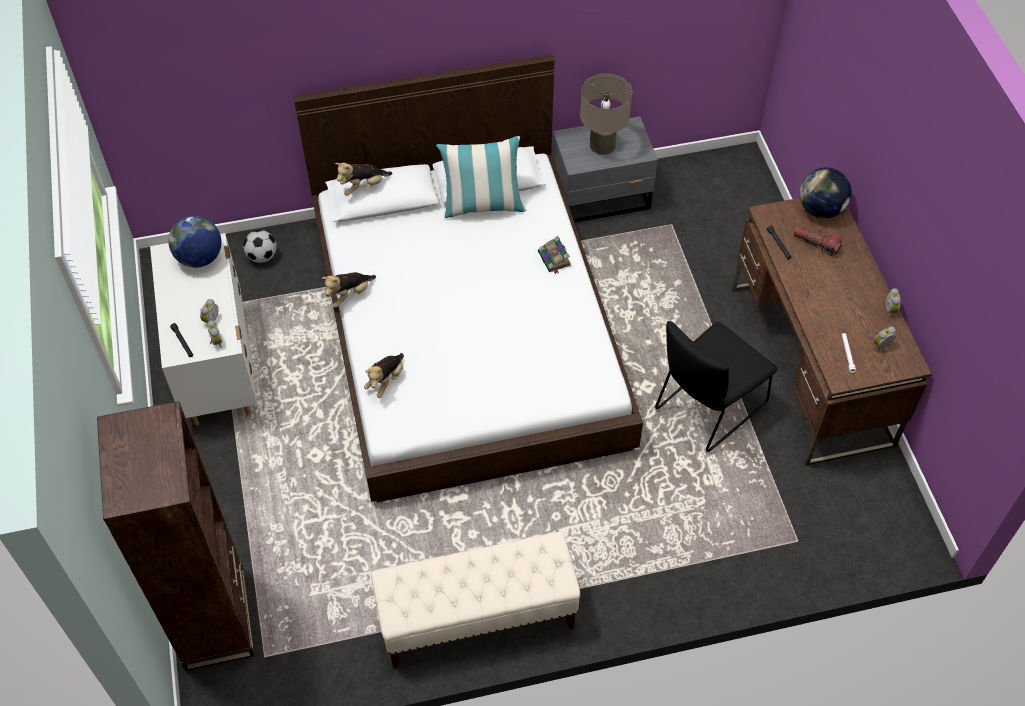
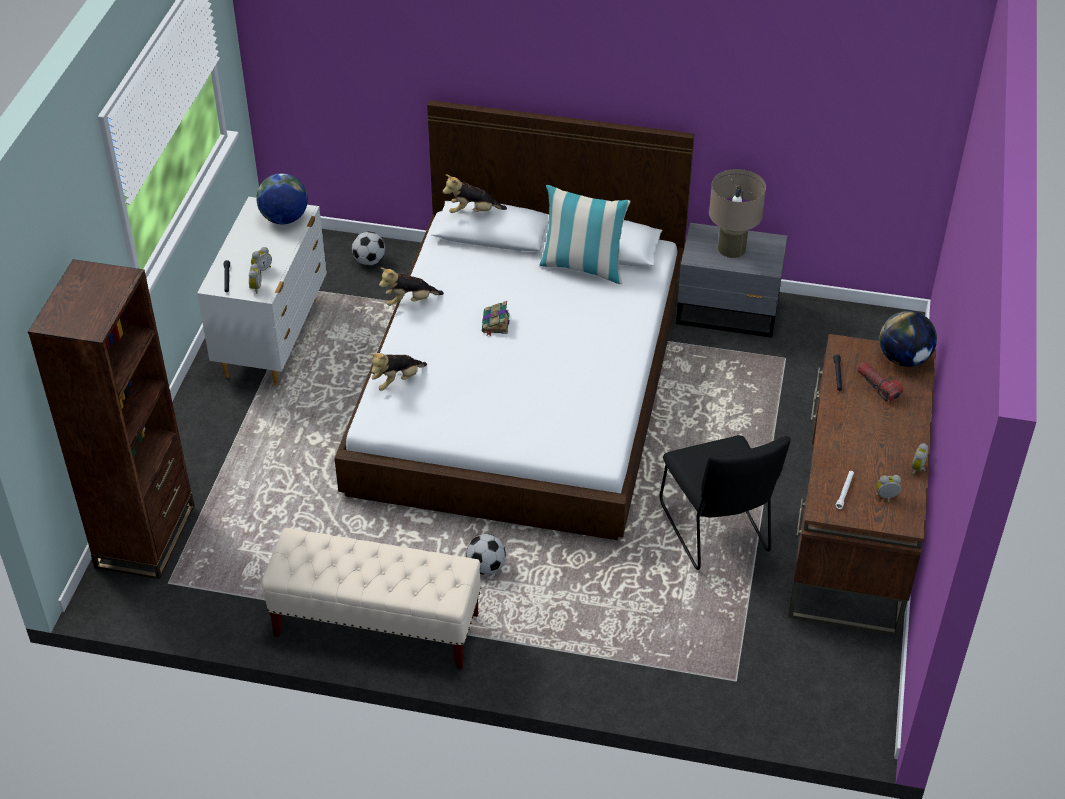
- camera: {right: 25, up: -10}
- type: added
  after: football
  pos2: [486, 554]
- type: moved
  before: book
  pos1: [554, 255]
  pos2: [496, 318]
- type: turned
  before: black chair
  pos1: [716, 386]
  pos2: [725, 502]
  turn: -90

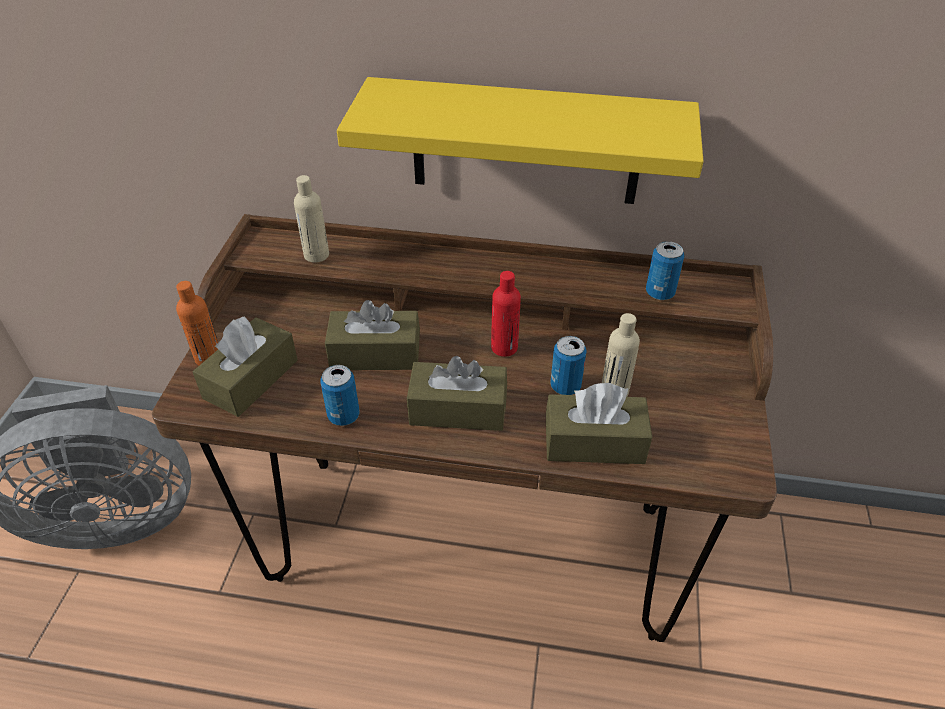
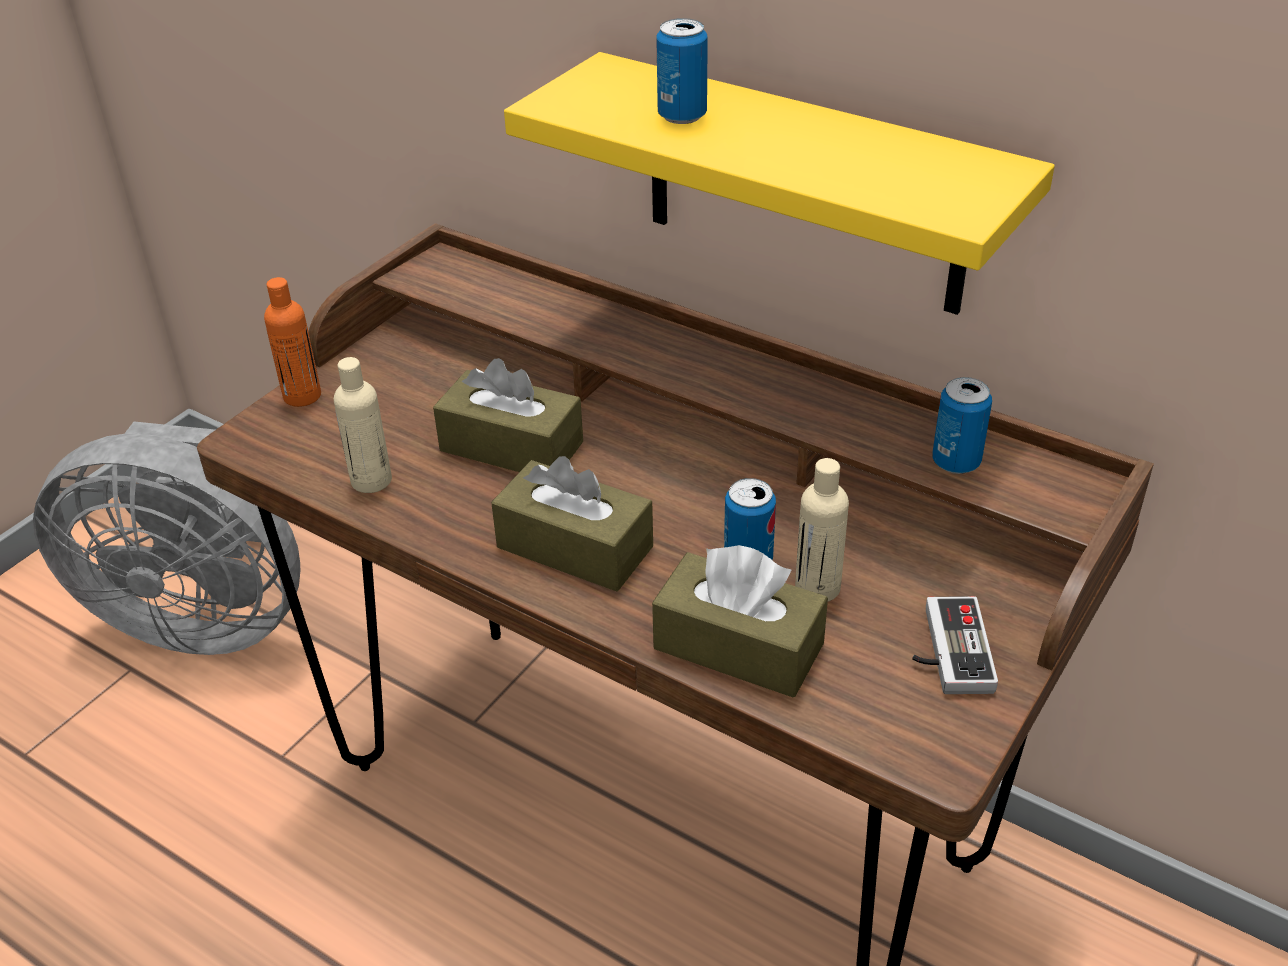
- camera: {right: 25, up: -5}
- type: removed
  before: brown tissue box
  pos1: [245, 366]
- type: removed
  before: red bottle
  pos1: [506, 314]
- type: added
  after: game controller
  pos2: [955, 645]
- type: moved
  before: beige bottle
  pos1: [311, 219]
  pos2: [363, 425]
- type: moved
  before: can
  pos1: [340, 395]
  pos2: [682, 71]

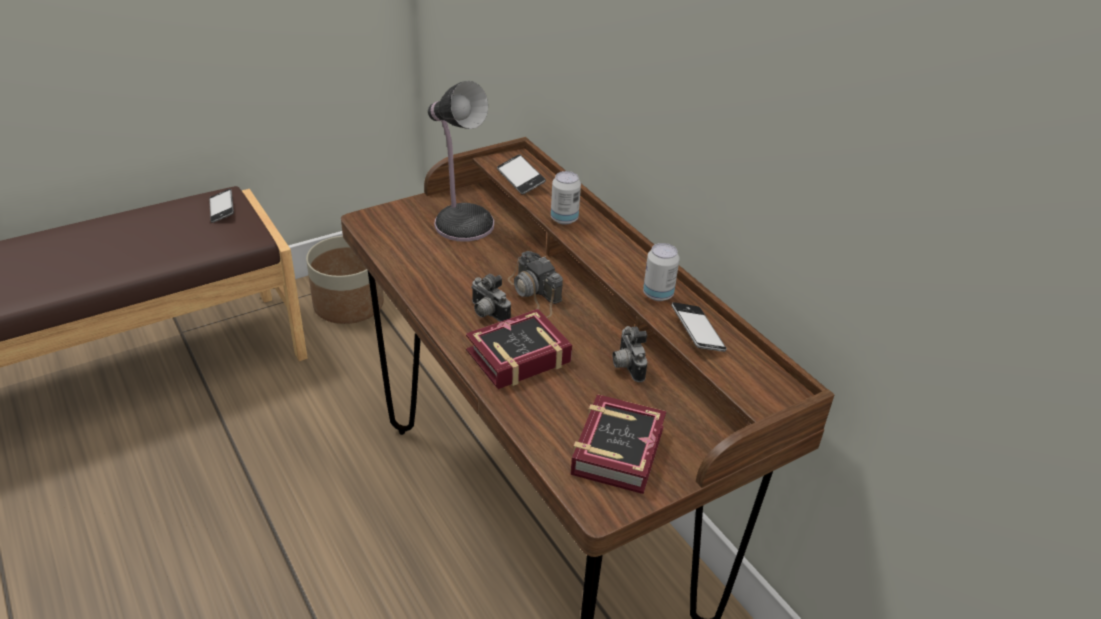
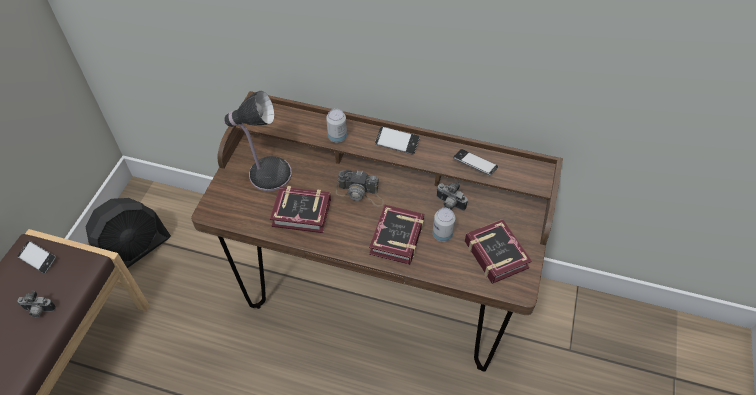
- camera: {right: -40, up: 15}
- type: added
  after: book
  pos2: [300, 209]
- type: moved
  before: photo camera
  pos1: [491, 298]
  pos2: [36, 304]
- type: moved
  before: phone
  pos1: [521, 174]
  pos2: [397, 140]
- type: moved
  before: can
  pos1: [661, 272]
  pos2: [443, 225]
- type: replaced
  before: planter
  after: black fan
  pos1: [345, 280]
  pos2: [128, 233]

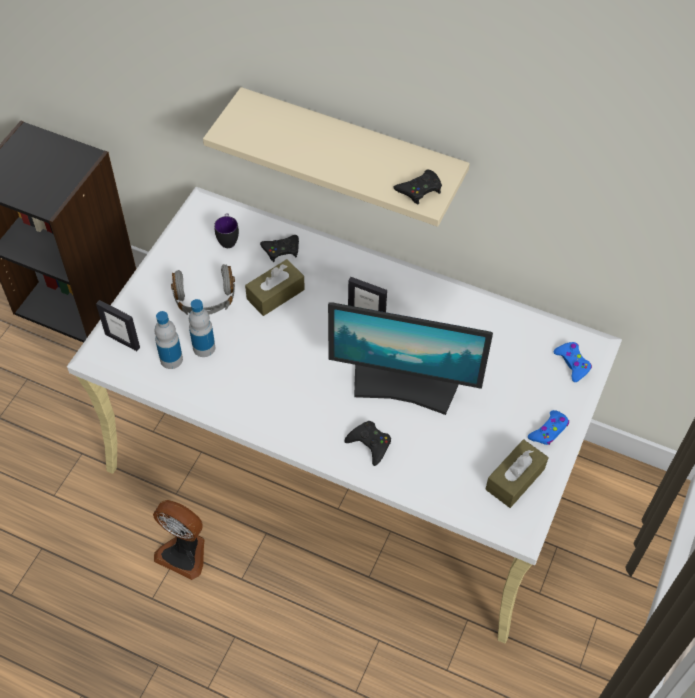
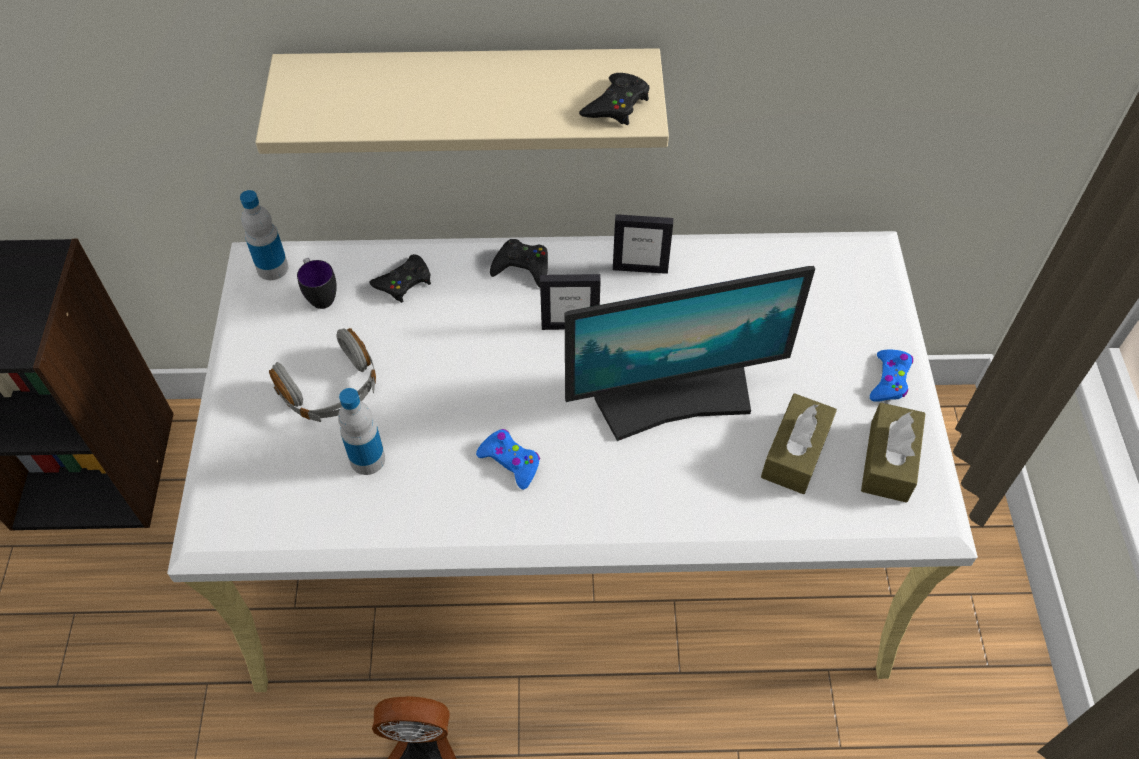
- camera: {right: -25, up: 0}
- type: moved
  before: picture frame
  pos1: [118, 325]
  pos2: [643, 244]
- type: moved
  before: bottle
  pos1: [169, 340]
  pos2: [264, 235]
- type: moved
  before: brown tissue box
  pos1: [275, 287]
  pos2: [799, 443]
- type: moved
  before: black game controller
  pos1: [368, 443]
  pos2: [519, 263]
- type: moved
  before: blue game controller
  pos1: [573, 362]
  pos2: [508, 459]

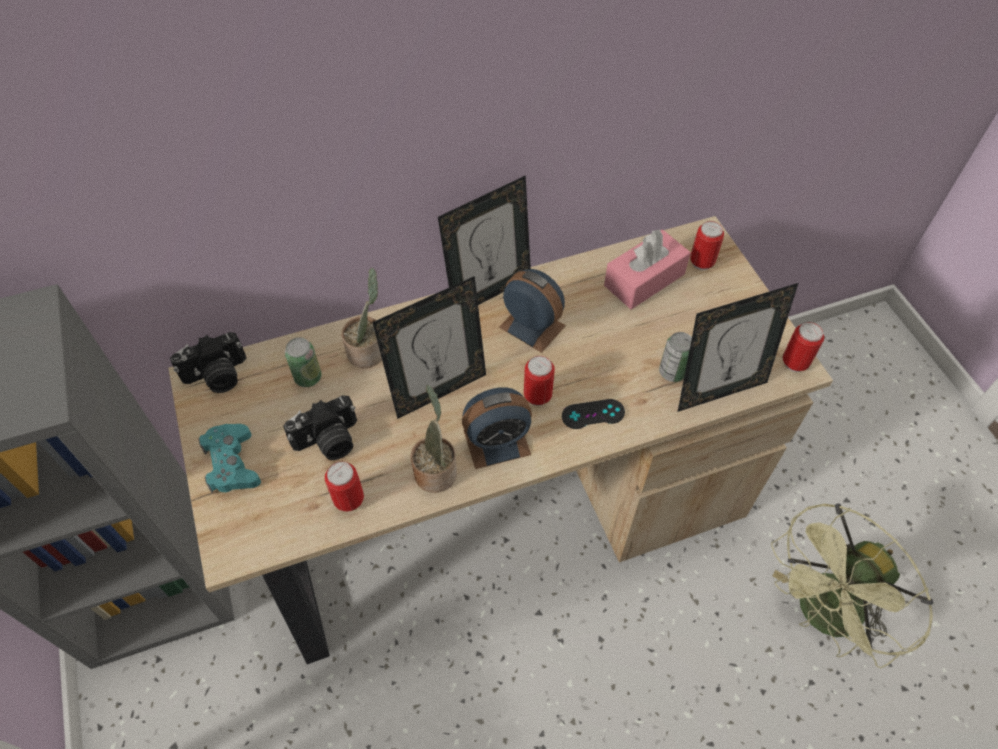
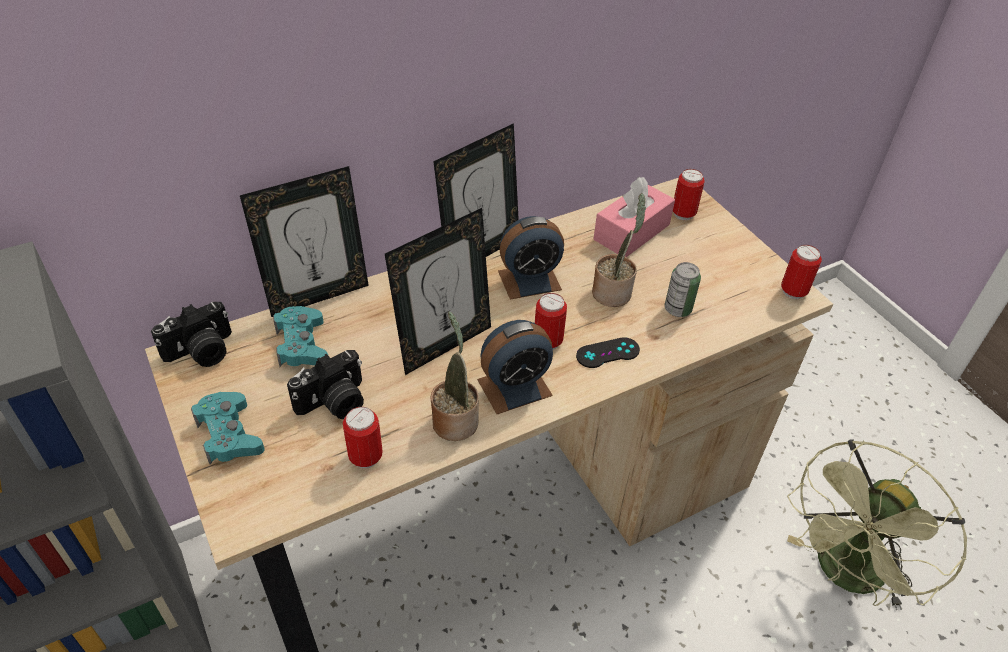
- camera: {right: -10, up: -10}
- type: moved
  before: potted plant
  pos1: [362, 318]
  pos2: [619, 250]
- type: moved
  before: picture frame
  pos1: [738, 347]
  pos2: [304, 241]
- type: replaced
  before: can
  after: turquoise game controller
  pos1: [303, 362]
  pos2: [300, 336]
- type: turned
  before: alarm clock
  pos1: [532, 311]
  pos2: [531, 258]
  turn: 135

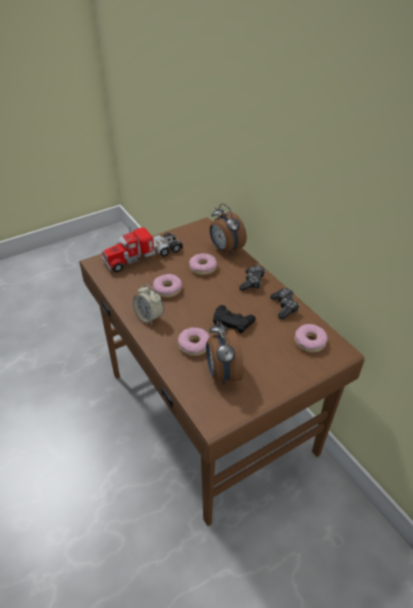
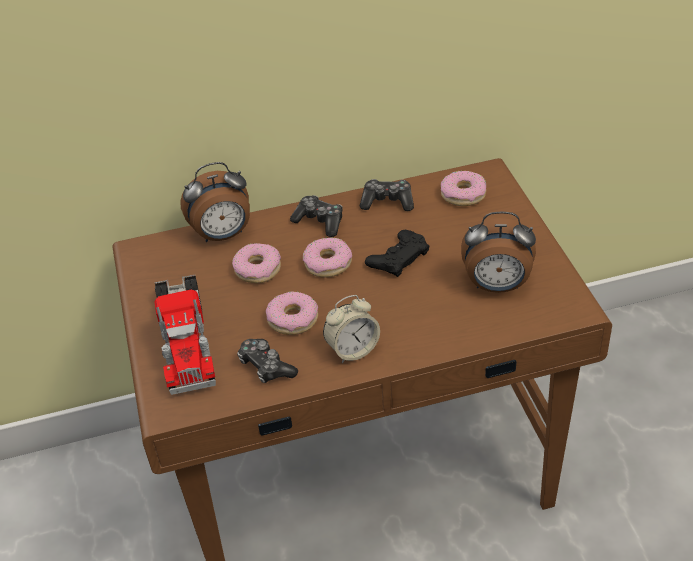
- camera: {right: -70, up: 0}
- type: added
  after: game controller
  pos2: [267, 361]
- type: moved
  before: donut
  pos1: [194, 341]
  pos2: [327, 258]

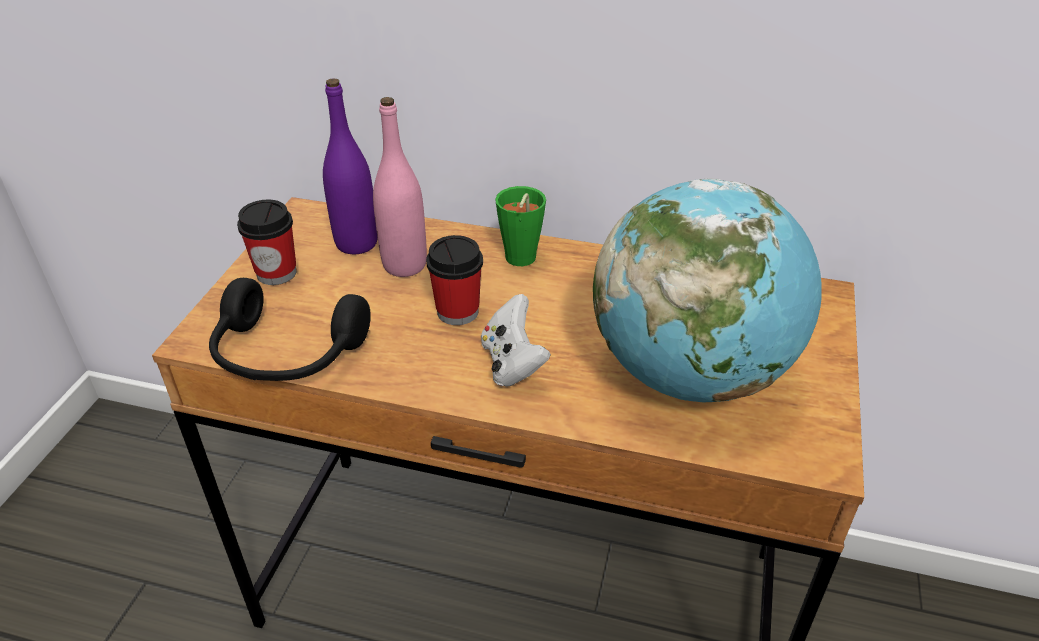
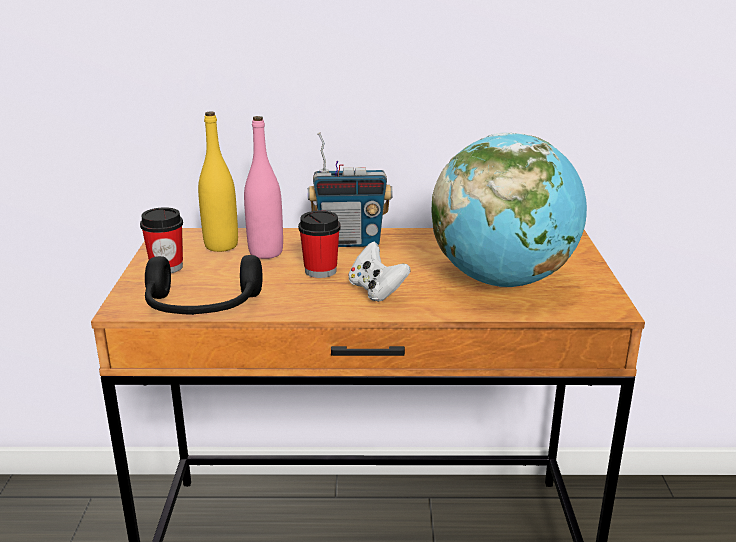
- camera: {right: -15, up: -15}
- type: replaced
  before: green cup
  after: radio
  pos1: [520, 226]
  pos2: [350, 189]
- type: recoloured
  before: purple bottle
  after: yellow bottle
  pos1: [350, 166]
  pos2: [218, 182]

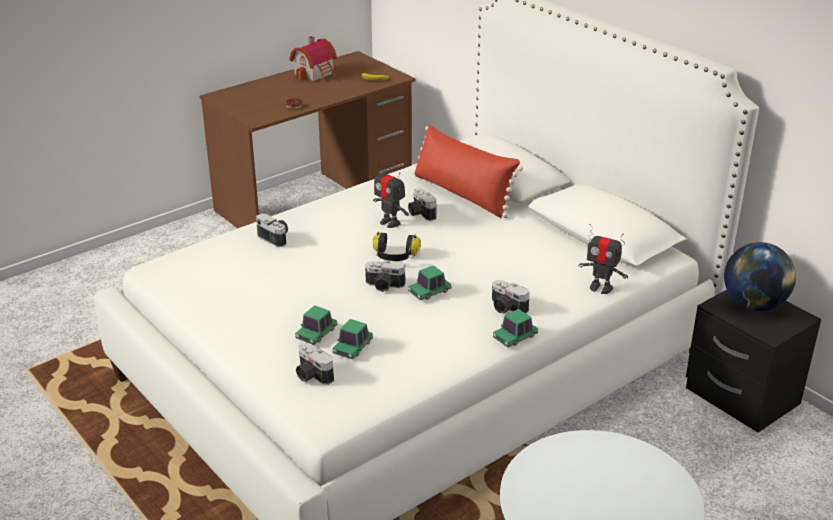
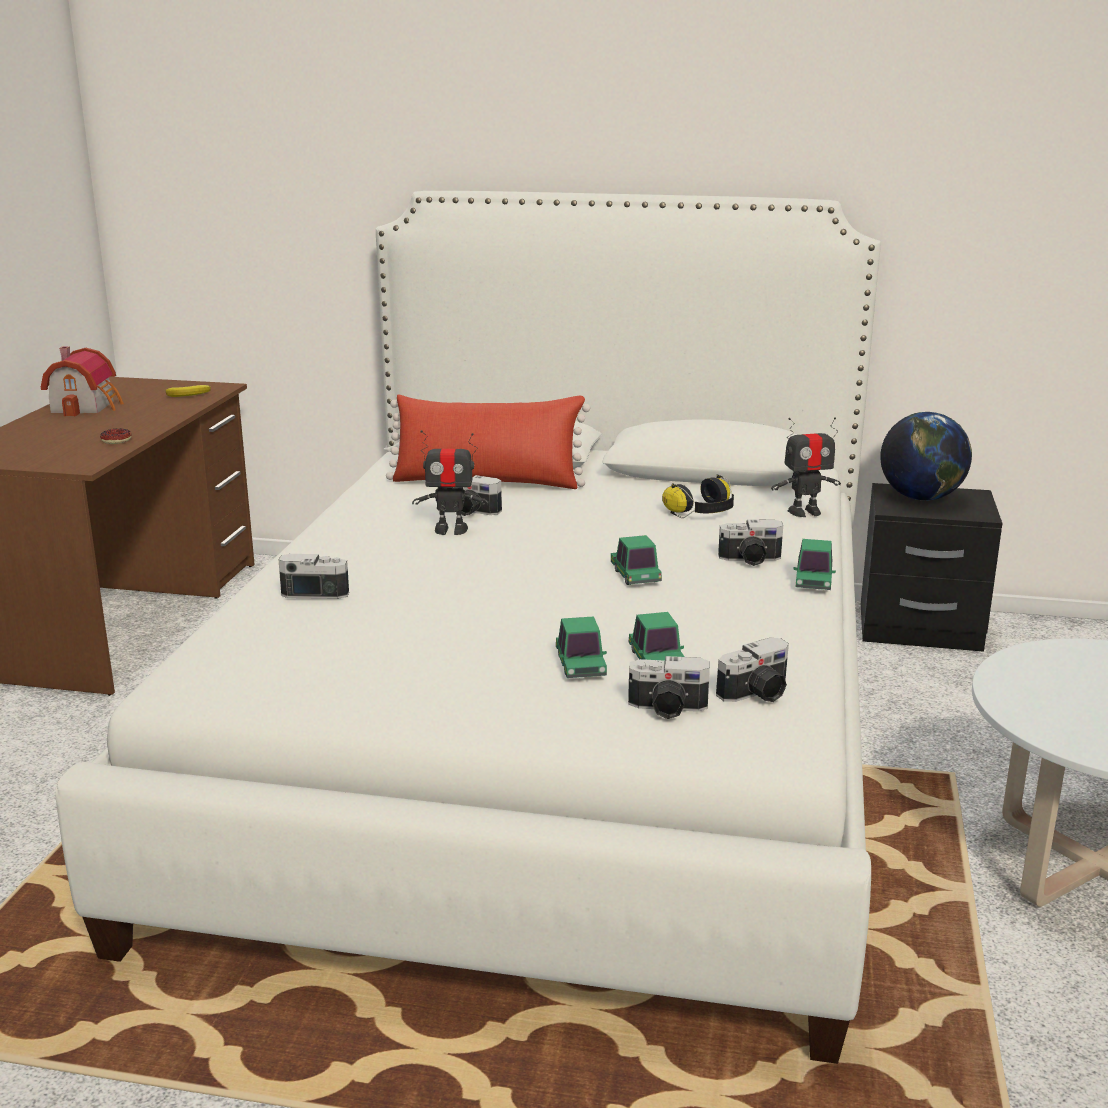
- camera: {right: -40, up: -10}
- type: moved
  before: photo camera
  pos1: [385, 276]
  pos2: [752, 670]
- type: moved
  before: headphones
  pos1: [396, 246]
  pos2: [698, 496]
- type: turned
  before: toy car
  pos1: [429, 282]
  pos2: [636, 560]
  turn: 150

